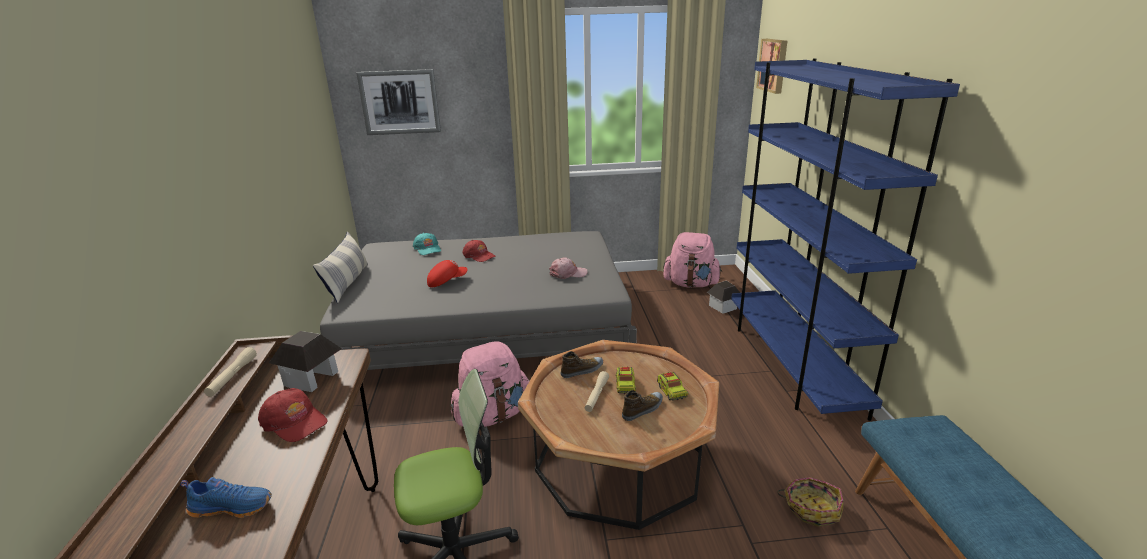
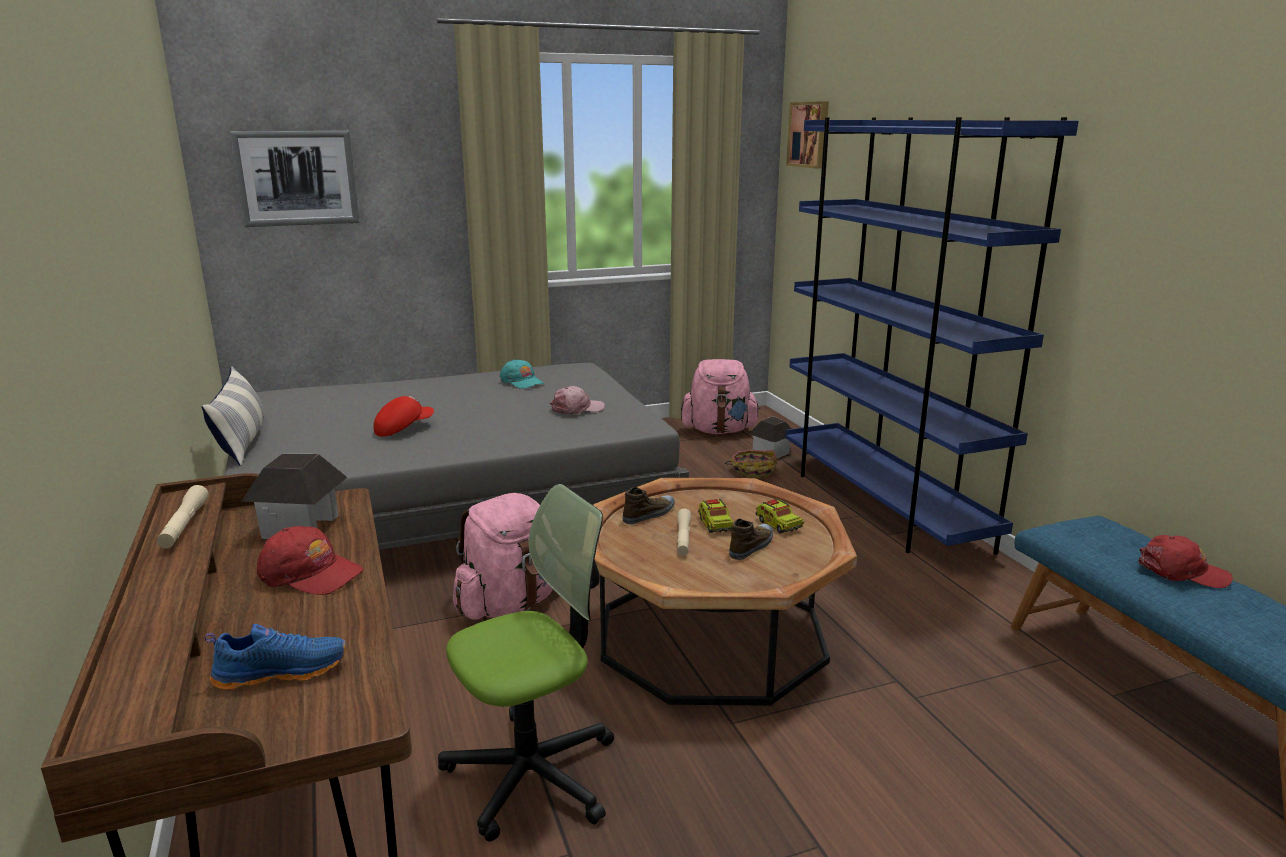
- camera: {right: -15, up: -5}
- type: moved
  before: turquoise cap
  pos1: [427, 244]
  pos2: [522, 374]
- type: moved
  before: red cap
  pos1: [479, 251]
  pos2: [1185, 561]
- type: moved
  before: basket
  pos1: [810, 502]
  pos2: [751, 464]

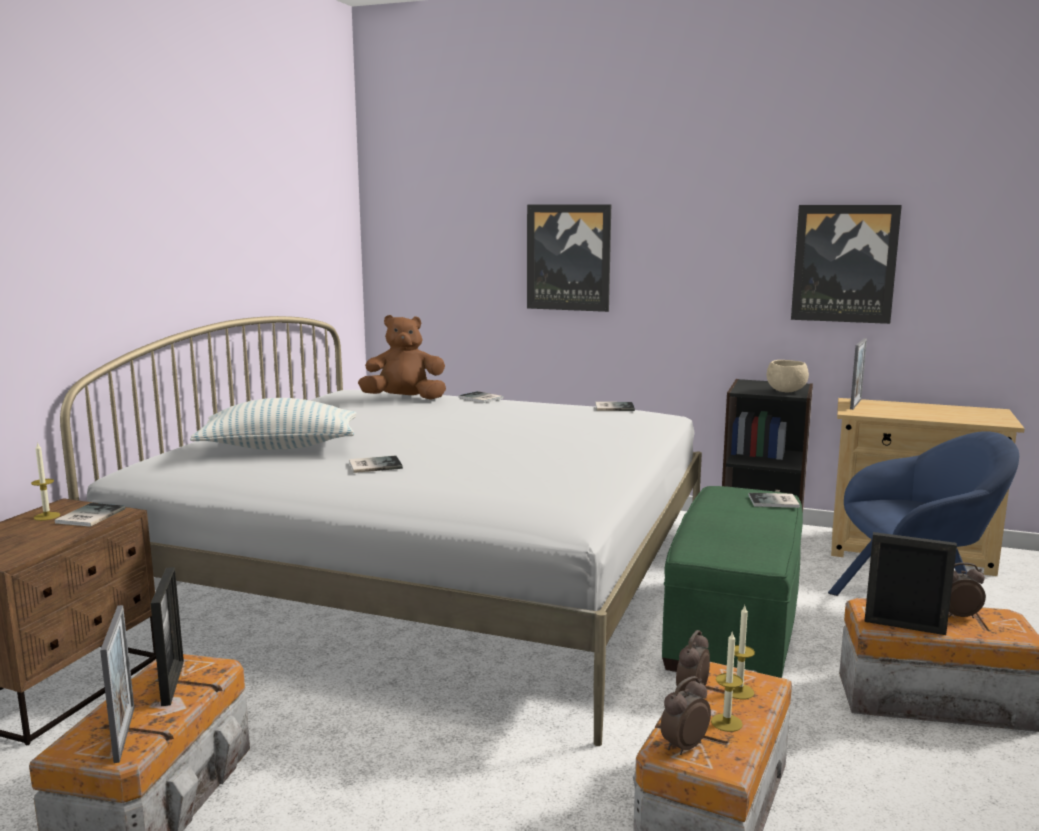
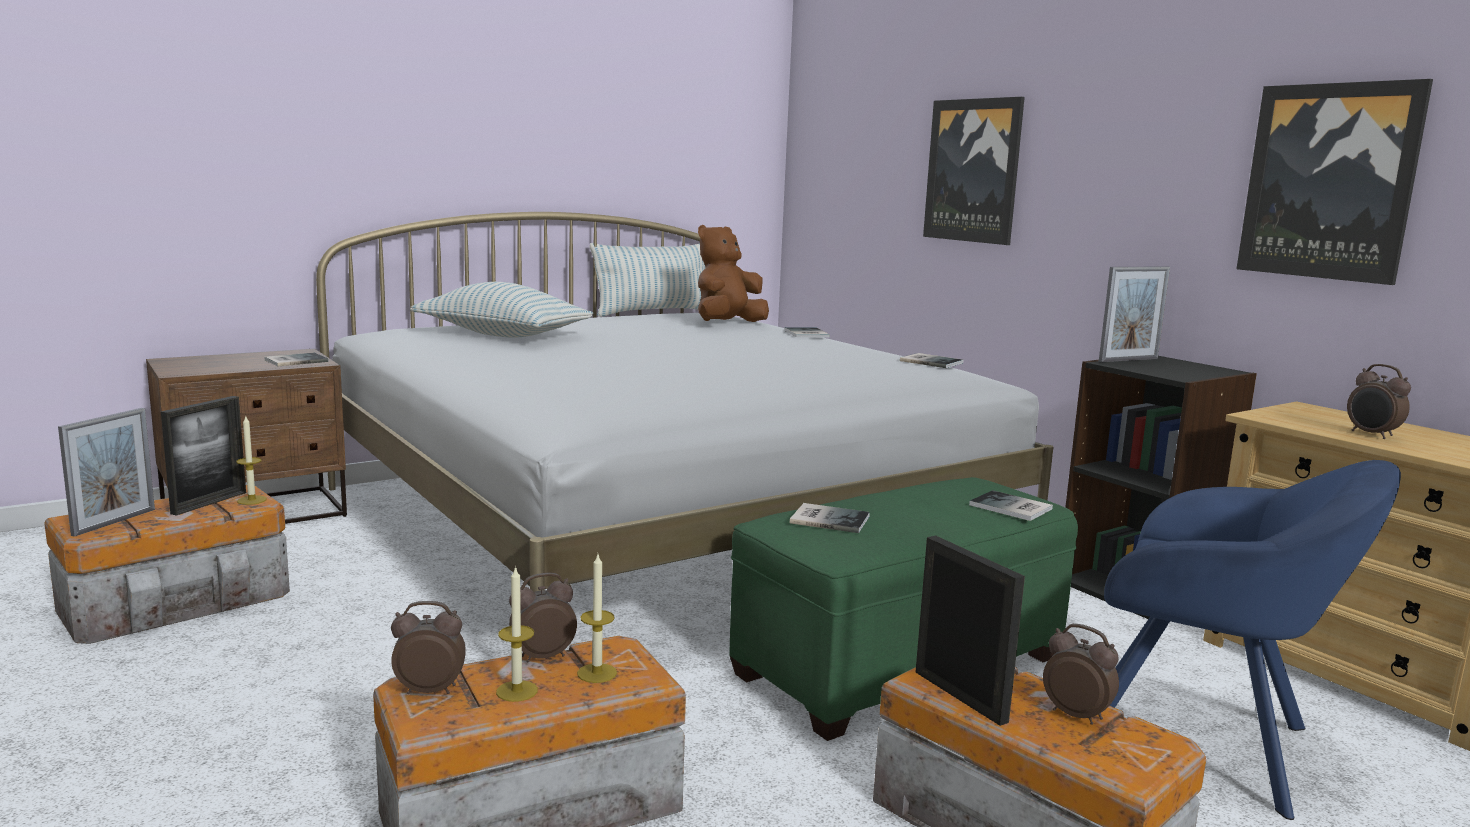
- camera: {right: 35, up: 0}
- type: removed
  before: beige bowl
  pos1: [788, 376]
- type: added
  after: pillow
  pos2: [647, 280]
- type: added
  after: alarm clock
  pos2: [1379, 401]
- type: moved
  before: candle
  pos1: [45, 481]
  pos2: [251, 460]
- type: moved
  before: book
  pos1: [376, 464]
  pos2: [830, 518]
- type: moved
  before: picture frame
  pos1: [858, 374]
  pos2: [1134, 314]
- type: turned
  before: brown plush toy
  pos1: [402, 357]
  pos2: [733, 273]
  turn: -75

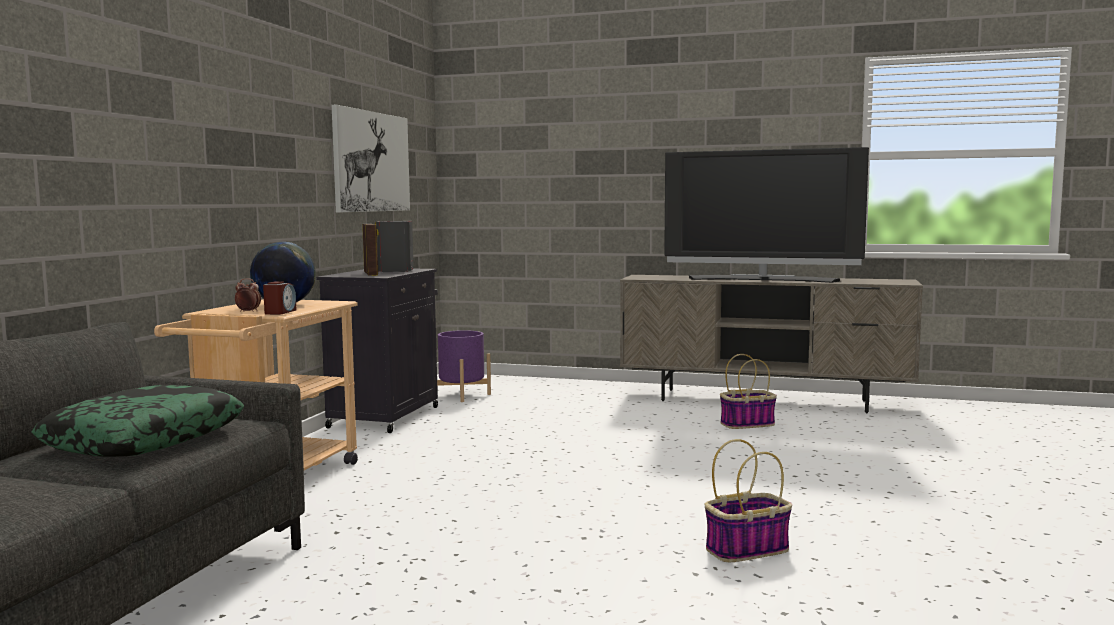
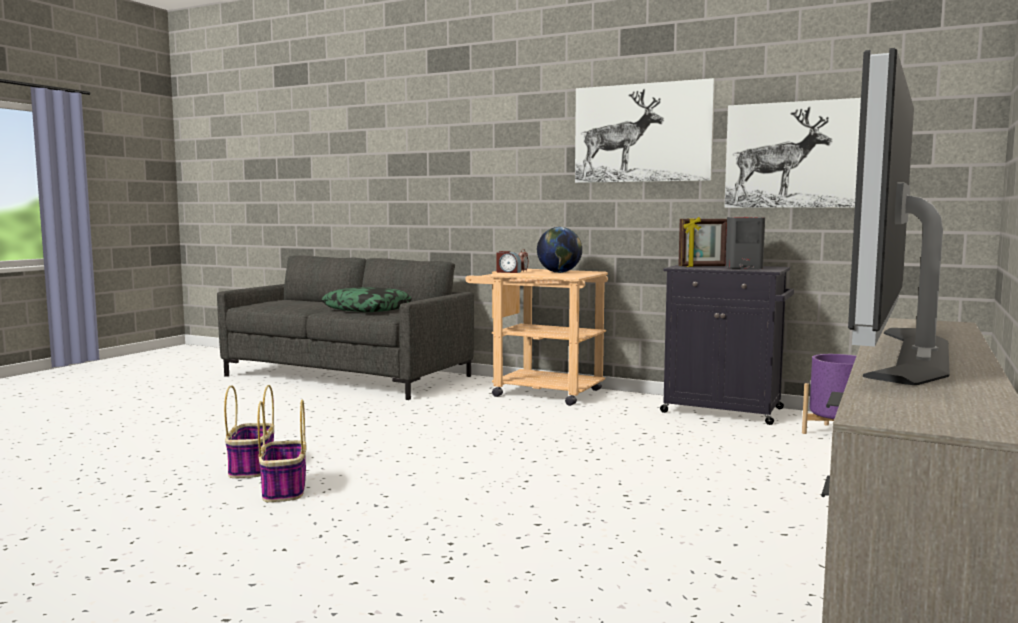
- camera: {right: 100, up: 0}
- type: added
  after: picture
  pos2: [645, 130]
- type: moved
  before: basket
  pos1: [748, 391]
  pos2: [249, 431]

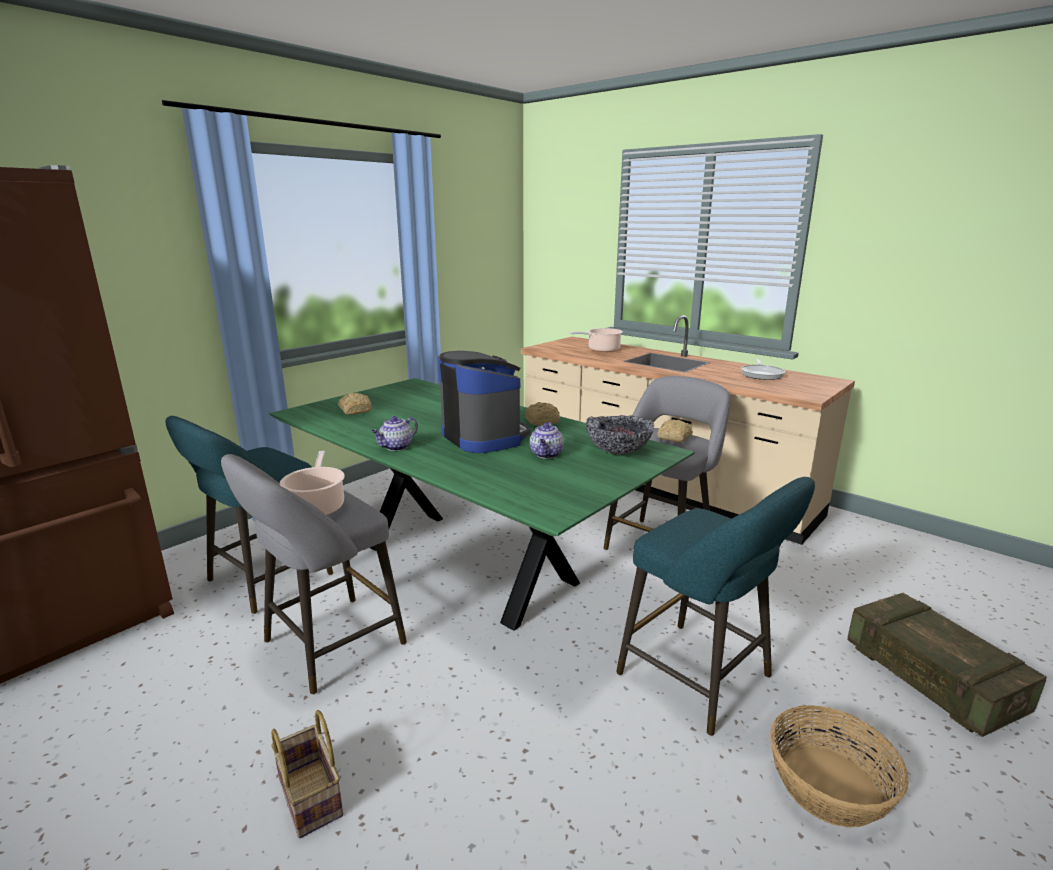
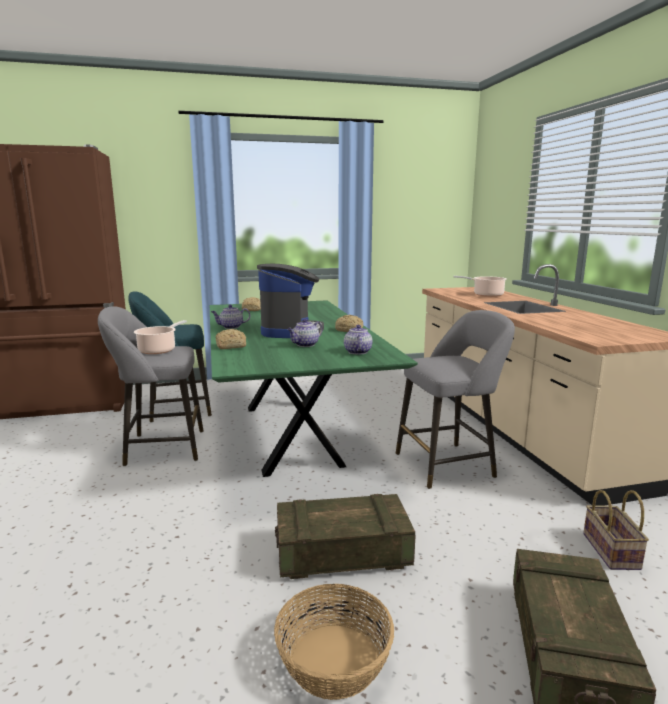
- camera: {right: 35, up: -5}
- type: removed
  before: frying pan
  pos1: [763, 369]
- type: moved
  before: basket
  pos1: [307, 774]
  pos2: [616, 530]
- type: moved
  before: bread
  pos1: [675, 431]
  pos2: [230, 339]
- type: replaced
  before: bowl
  after: teapot
  pos1: [620, 435]
  pos2: [358, 339]
- type: replaced
  before: turquoise stool
  after: crate
  pos1: [715, 606]
  pos2: [345, 536]

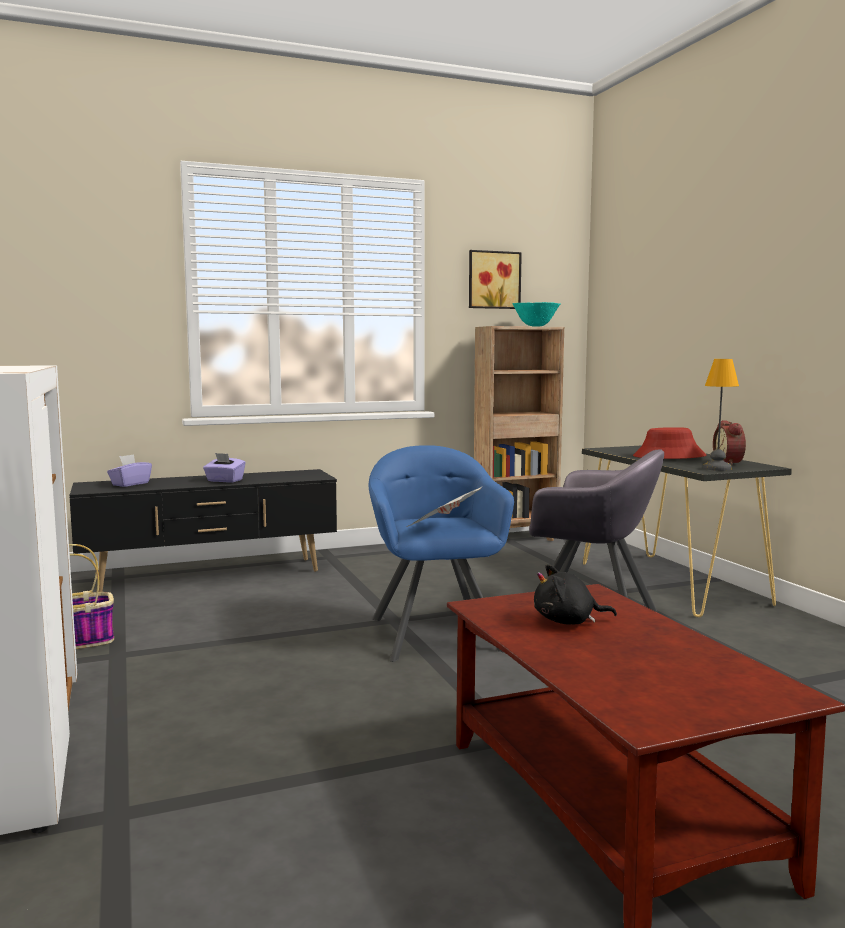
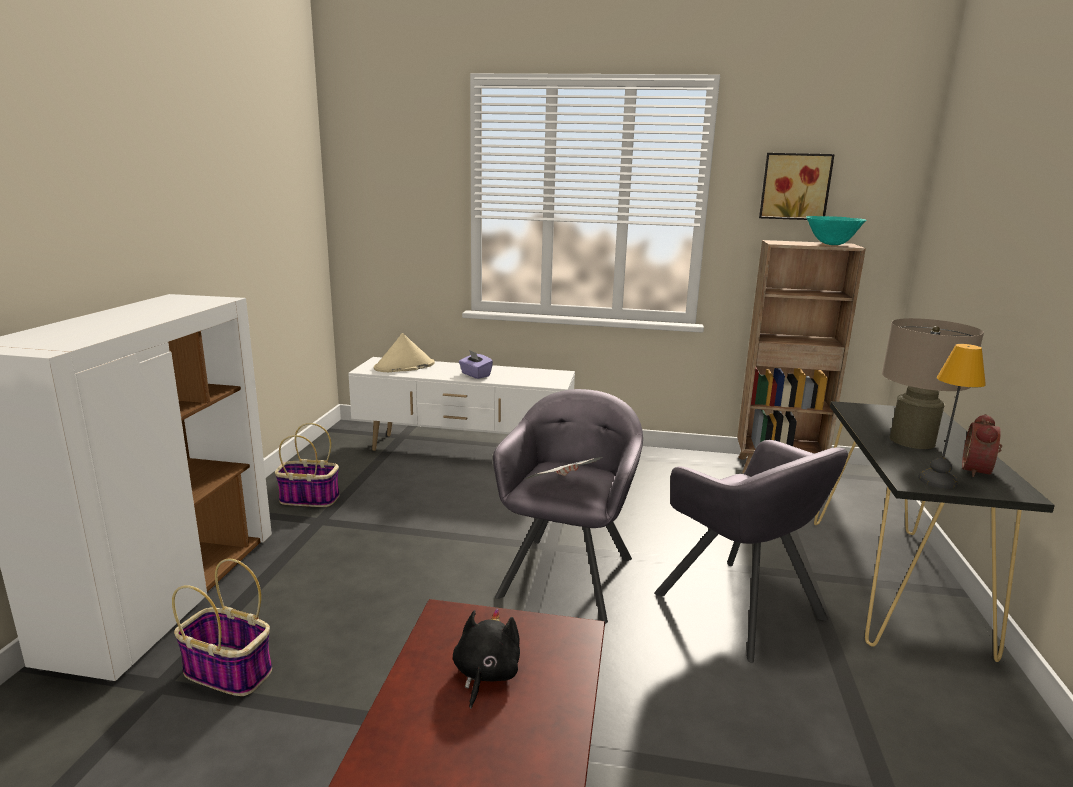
- camera: {right: 30, up: 10}
- type: added
  after: basket
  pos2: [222, 627]
- type: replaced
  before: purple tissue box
  after: beige hat
  pos1: [129, 470]
  pos2: [404, 352]
- type: replaced
  before: red hat
  after: beige table lamp
  pos1: [670, 443]
  pos2: [933, 383]
- type: recoloured
  before: black tv stand
  after: white tv stand
  pos1: [203, 530]
  pos2: [461, 404]
- type: recoloured
  before: blue armchair
  after: grey armchair
  pos1: [441, 553]
  pos2: [568, 506]
- type: turned
  before: black plush toy
  pos1: [575, 594]
  pos2: [486, 659]
  turn: 75

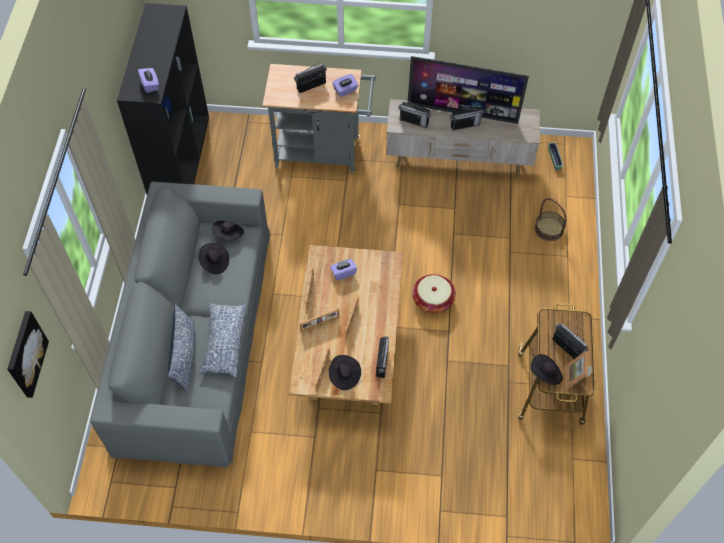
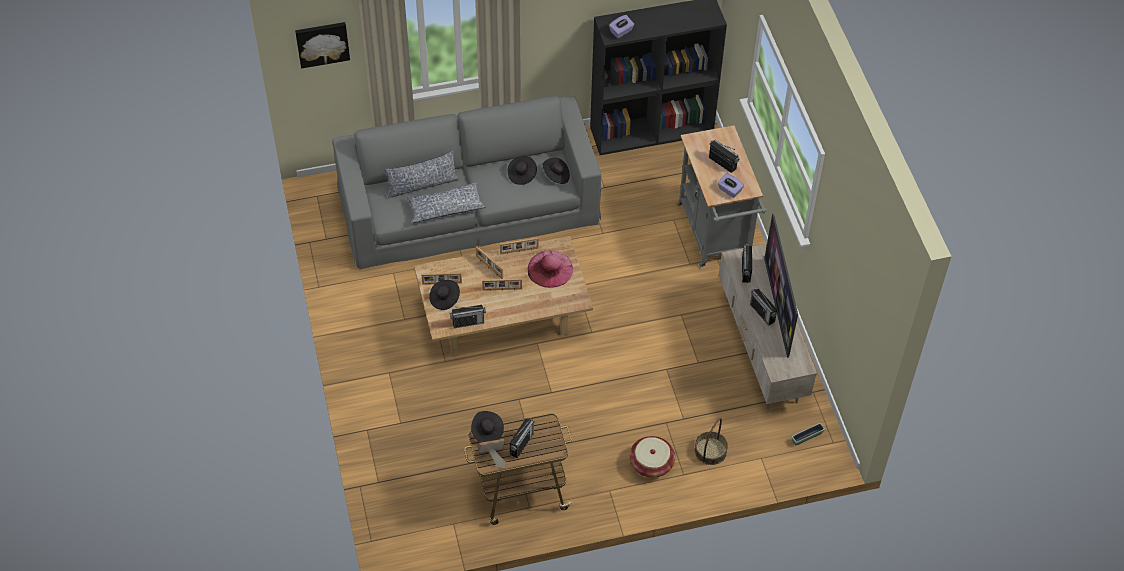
- camera: {right: 70, up: -5}
- type: moved
  before: basket
  pos1: [434, 293]
  pos2: [652, 457]
- type: replaced
  before: purple tissue box
  after: pink hat
  pos1: [343, 269]
  pos2: [550, 269]

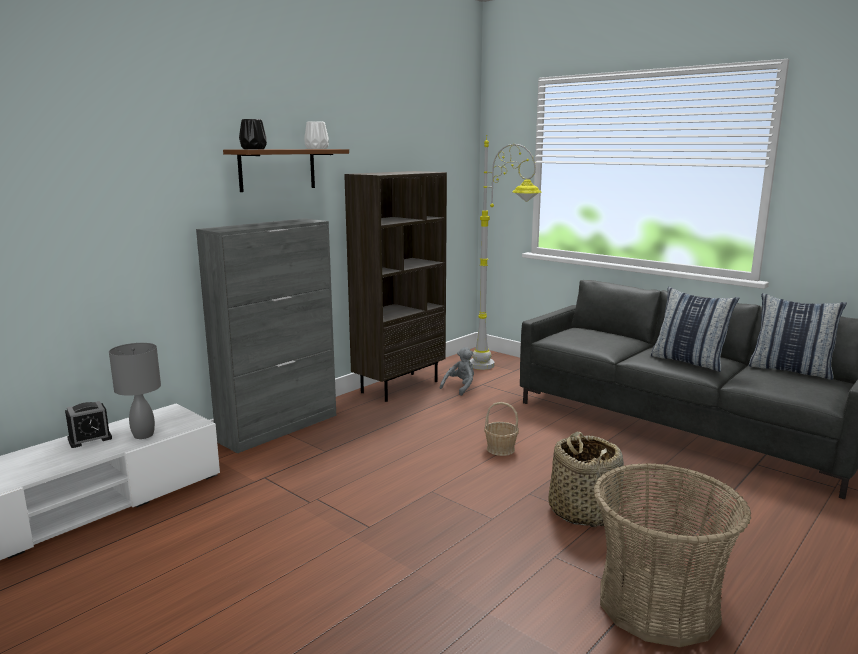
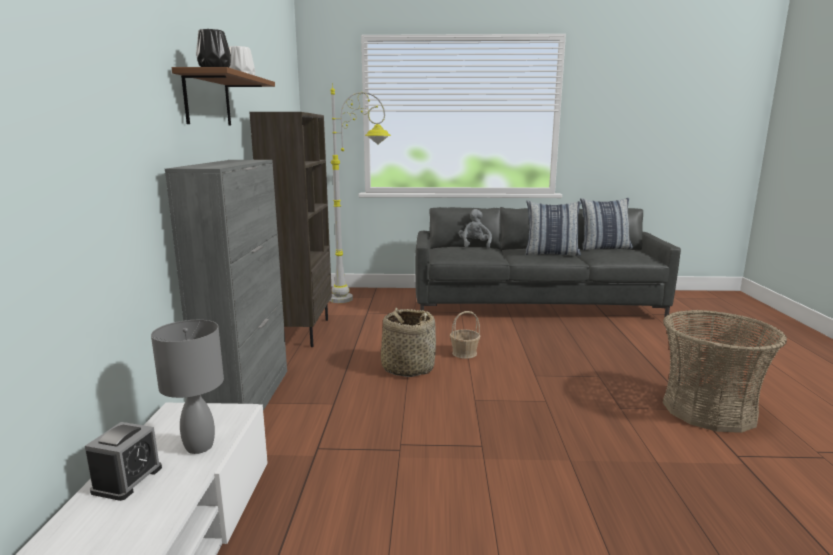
- camera: {right: -40, up: 0}
- type: moved
  before: grey plush toy
  pos1: [457, 371]
  pos2: [475, 229]
- type: moved
  before: basket
  pos1: [586, 479]
  pos2: [408, 342]

